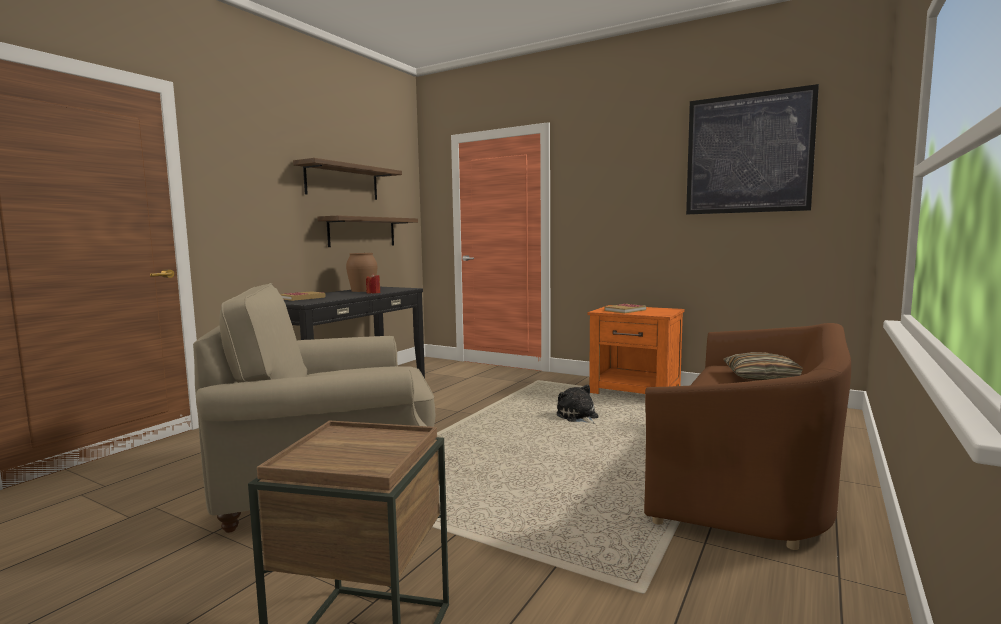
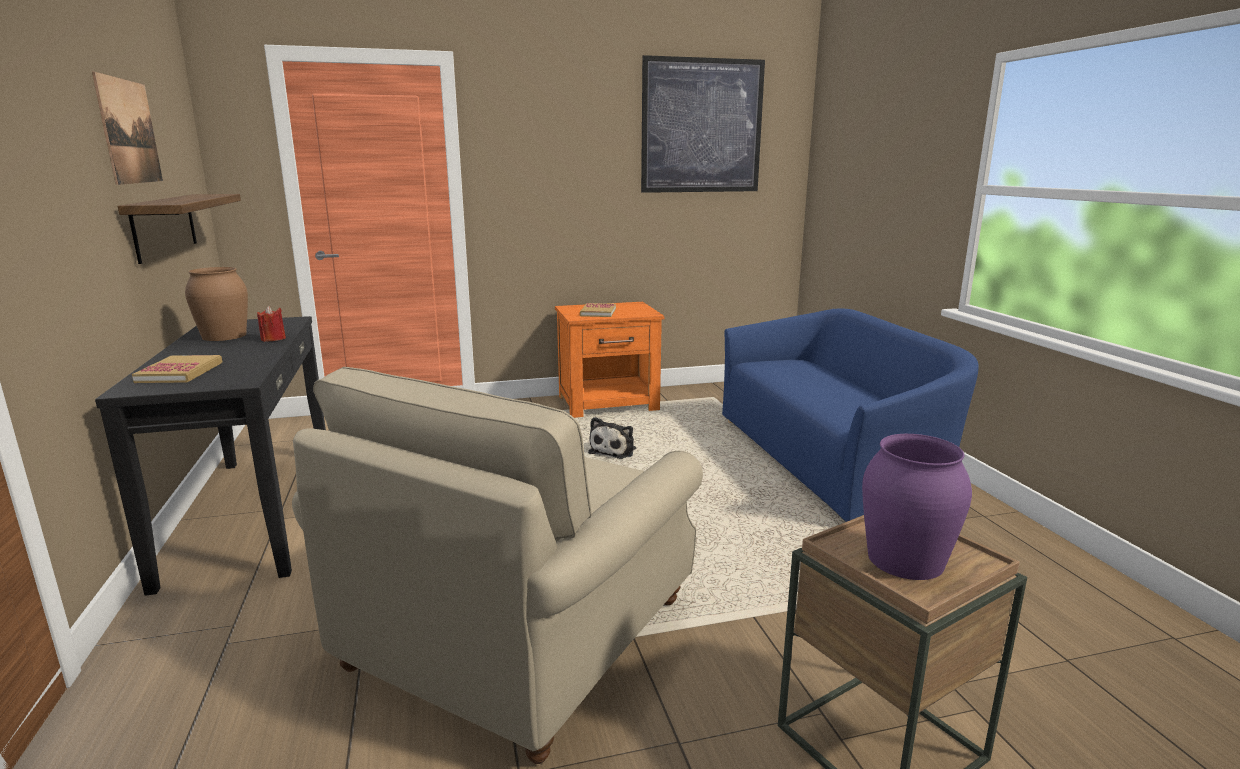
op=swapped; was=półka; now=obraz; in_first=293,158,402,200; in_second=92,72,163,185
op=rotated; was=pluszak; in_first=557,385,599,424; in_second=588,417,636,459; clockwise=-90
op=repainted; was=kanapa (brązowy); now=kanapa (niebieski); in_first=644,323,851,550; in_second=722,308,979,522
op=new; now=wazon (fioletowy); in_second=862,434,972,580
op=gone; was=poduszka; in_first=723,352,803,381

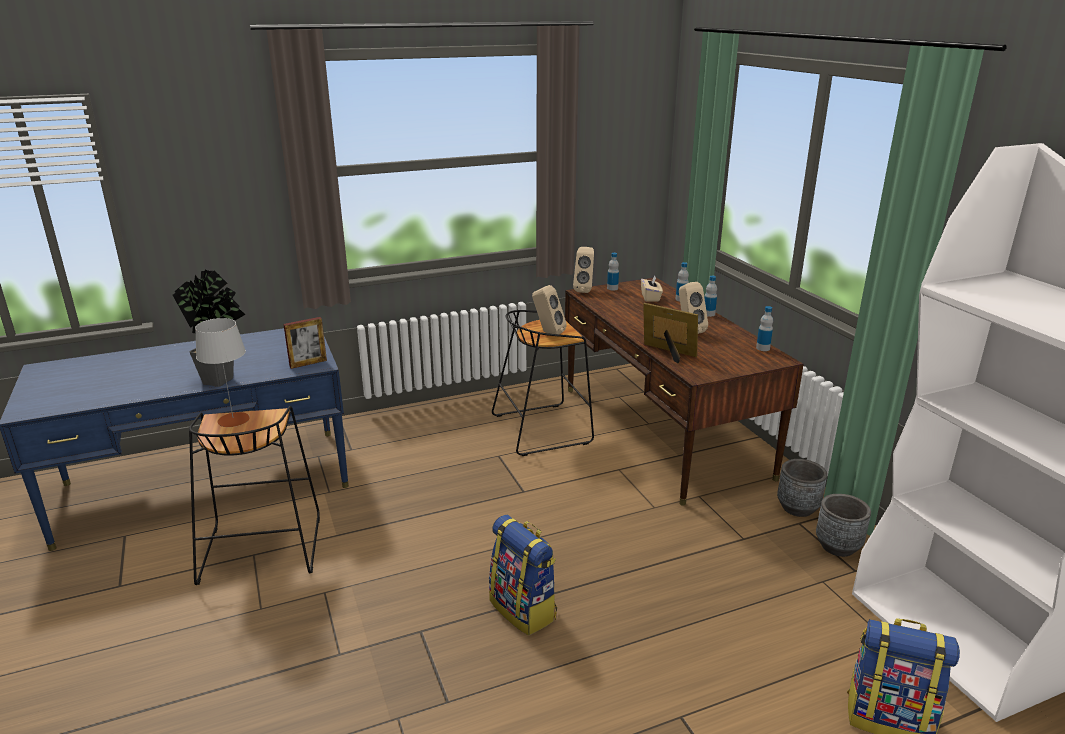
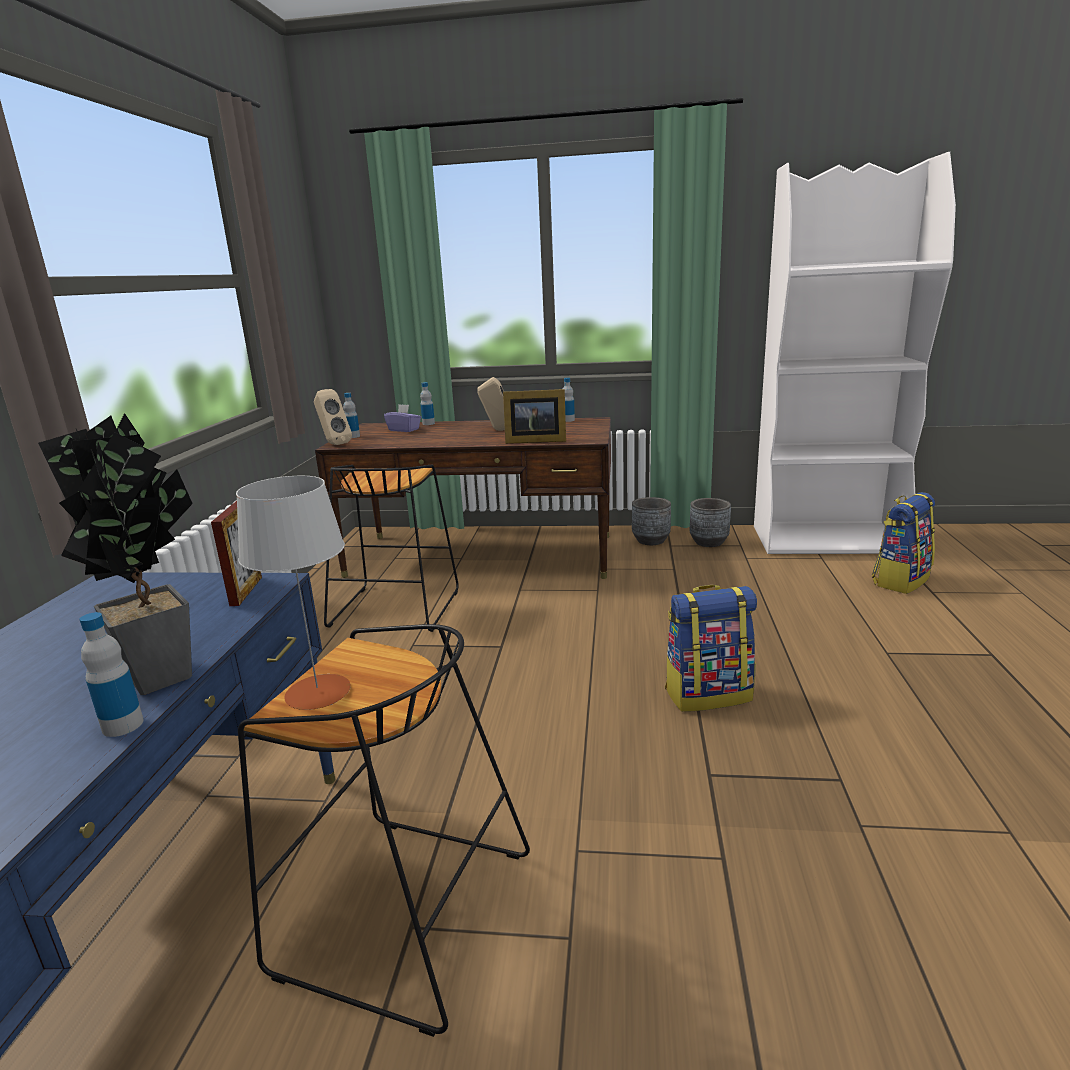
op=shifted; was=butelka; in_first=704,276,717,317; in_second=79,612,144,737
op=repainted; was=pudełko chusteczek (beżowy); now=pudełko chusteczek (fioletowy); in_first=641,275,663,302; in_second=384,404,421,432
op=rotated; was=ramka na zdjęcie; in_first=643,303,698,364; in_second=503,389,566,444; clockwise=-150
op=gone; was=głośnik (beżowy); in_first=532,285,567,335

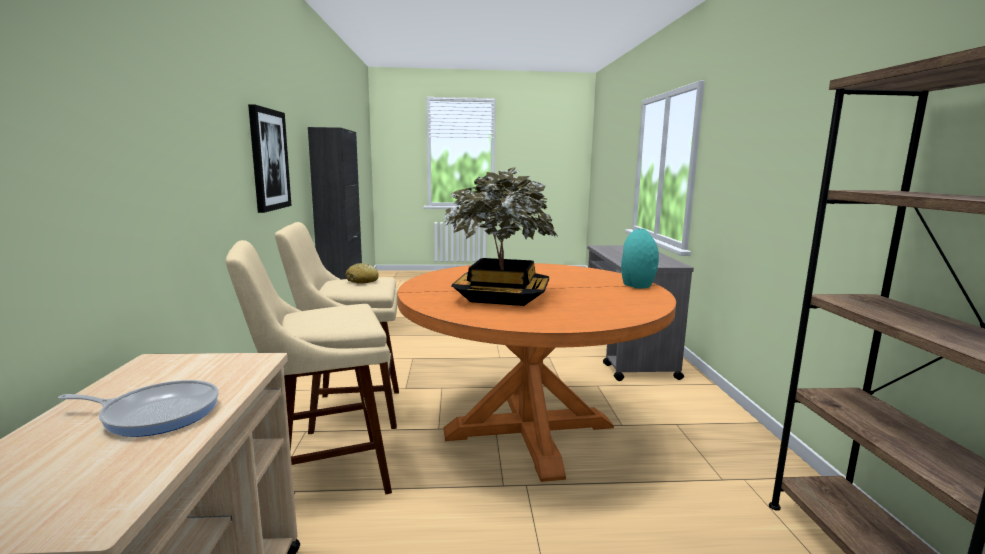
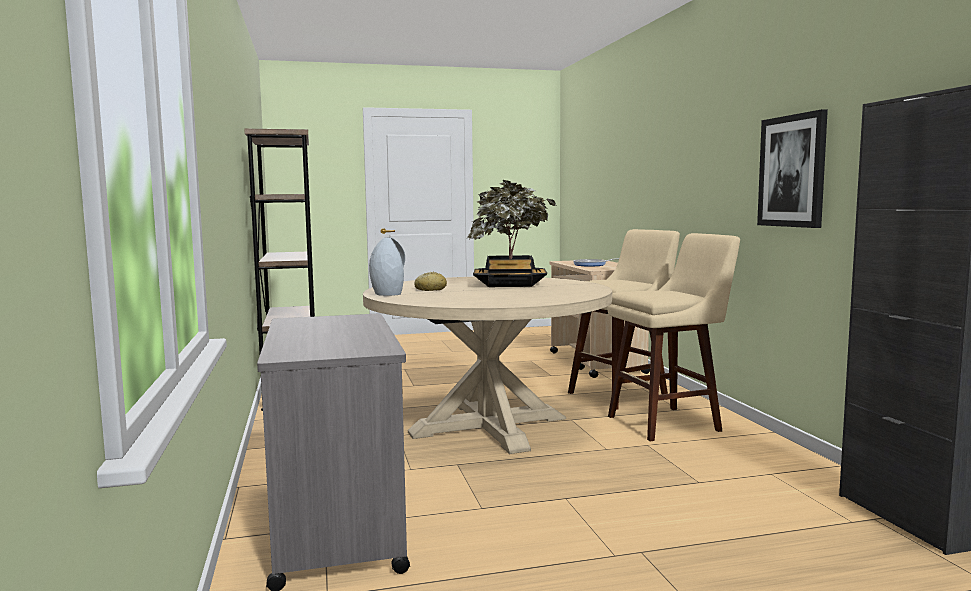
op=repainted; was=stół jadalny (pomarańczowy); now=stół jadalny (beżowy); in_first=397,263,676,482; in_second=363,277,612,454
op=repainted; was=wazon (turkusowy); now=wazon (szary); in_first=621,229,659,288; in_second=369,237,405,296
op=shifted; was=chleb; in_first=345,263,379,284; in_second=414,272,447,291

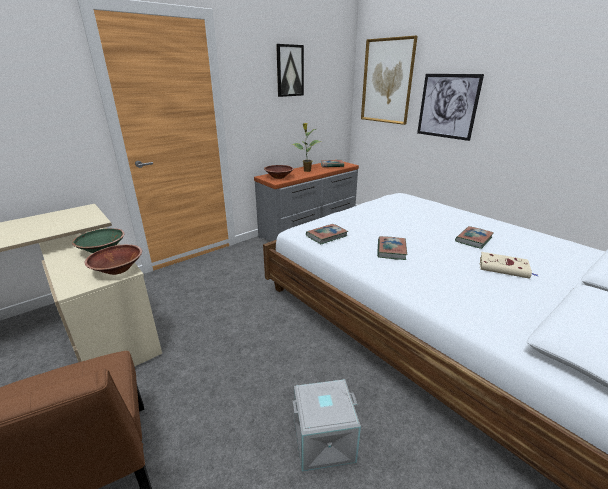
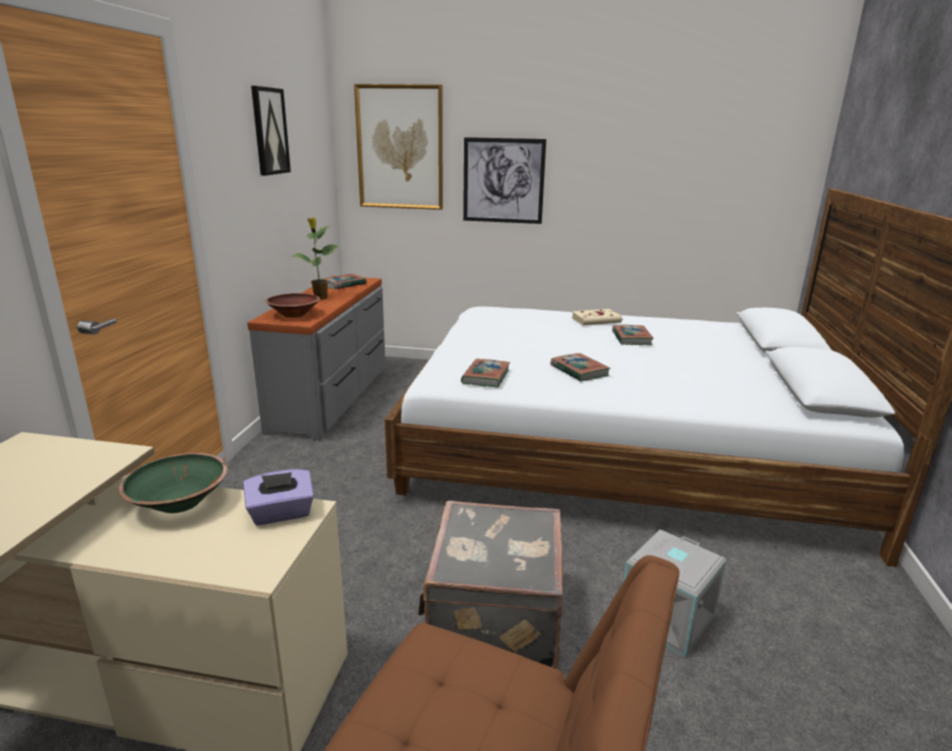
op=swapped; was=miska (brązowy); now=pudełko chusteczek (fioletowy); in_first=84,244,142,275; in_second=243,469,314,525
op=new; now=walizka (szary); in_second=418,501,563,669
op=shifted; was=książka (beżowy); in_first=480,252,538,279; in_second=572,309,623,325

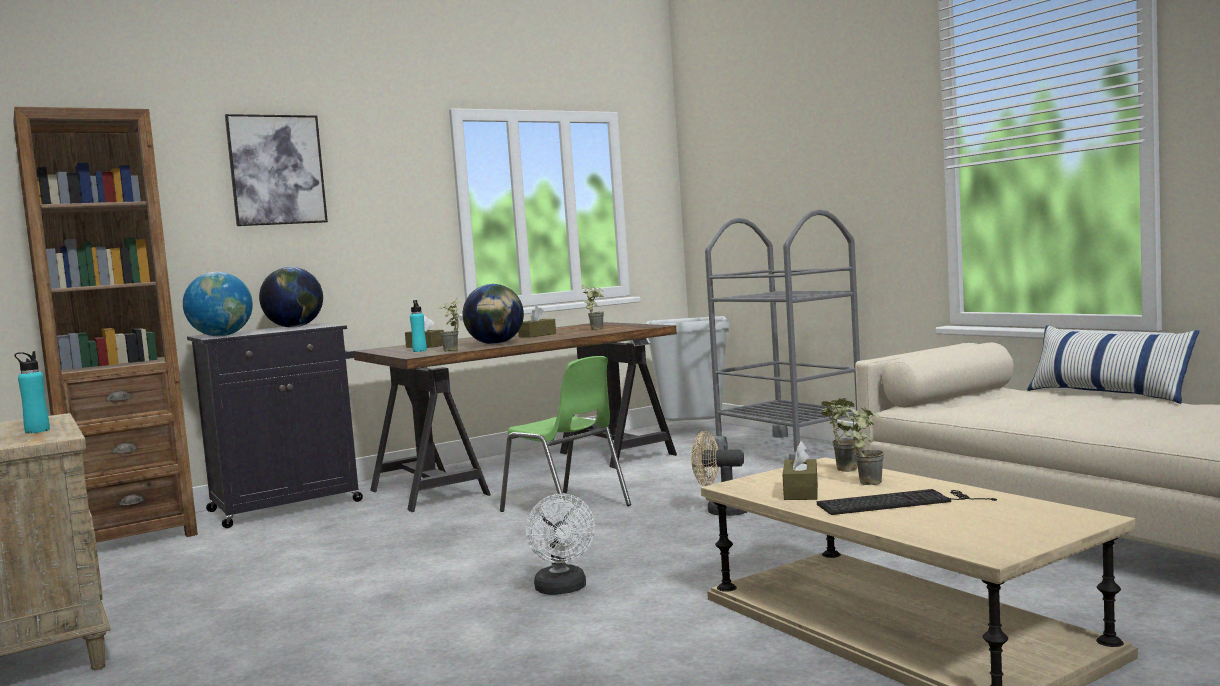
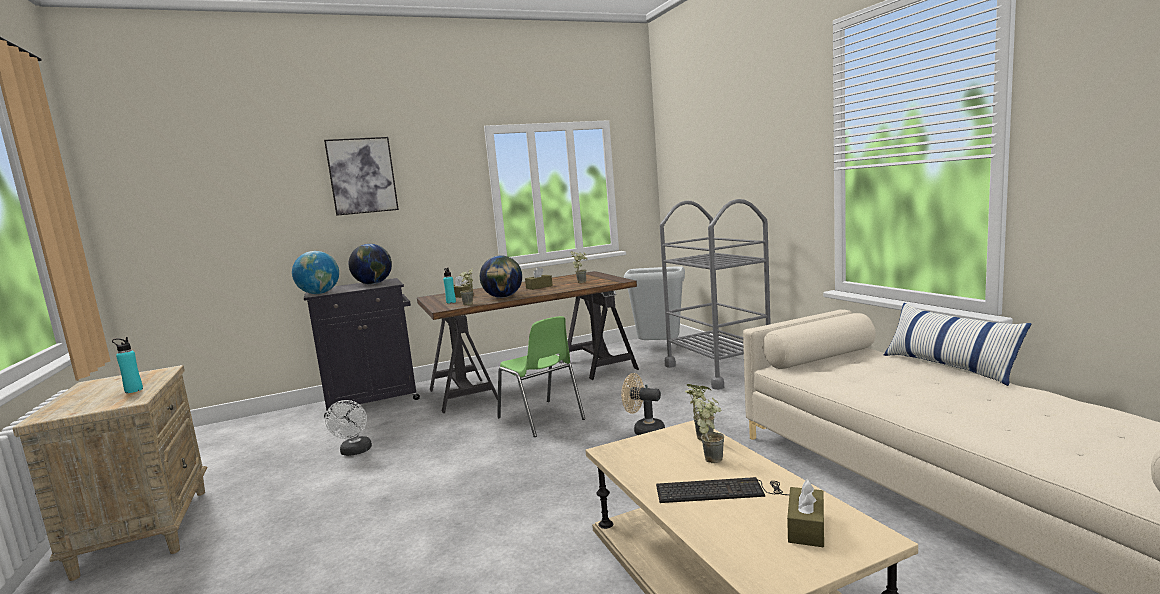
op=shifted; was=wentylator (biały); in_first=526,494,595,595; in_second=325,400,372,456
op=shifted; was=pudełko chusteczek (brązowy); in_first=782,441,818,500; in_second=787,479,824,547
op=gone; was=regał (brązowy); in_first=13,107,198,543

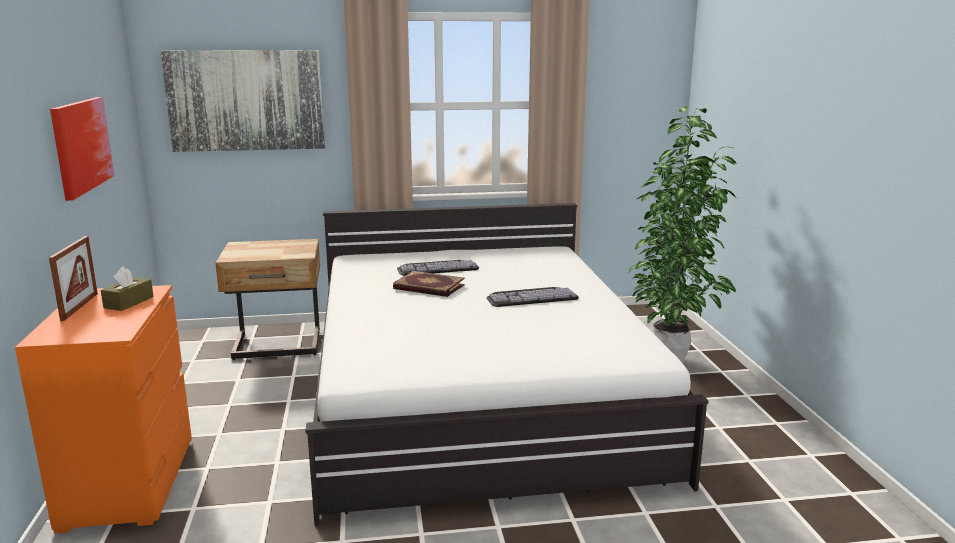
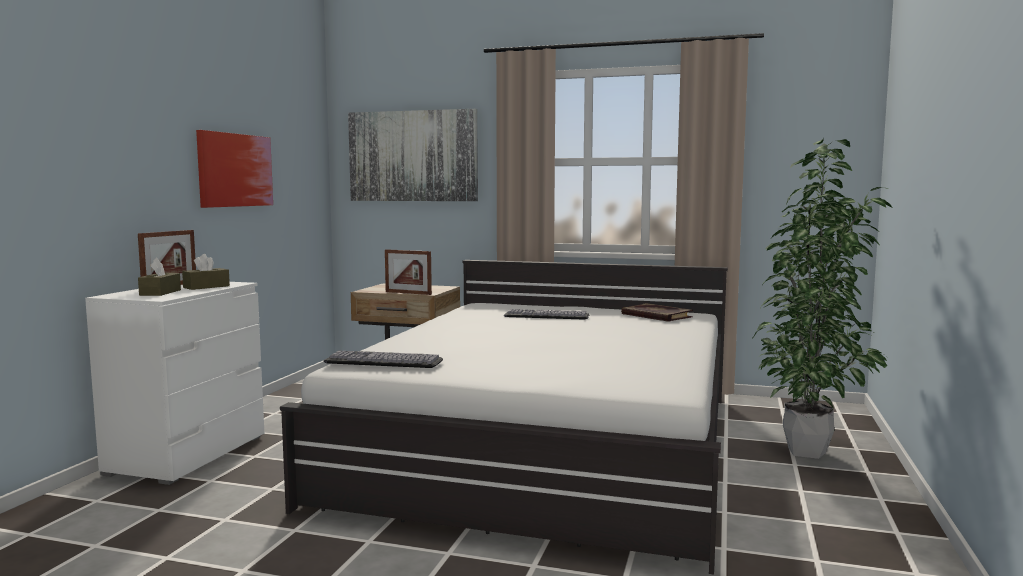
op=repainted; was=komoda (pomarańczowy); now=komoda (biały); in_first=15,285,192,534; in_second=85,282,264,485
op=new; now=pudełko chusteczek (brązowy); in_second=138,258,181,296
op=shifted; was=klawiatura; in_first=487,287,579,307; in_second=324,351,443,368
op=new; now=ramka na zdjęcie; in_second=385,249,432,295
op=shifted; was=książka; in_first=393,271,465,297; in_second=621,303,693,322

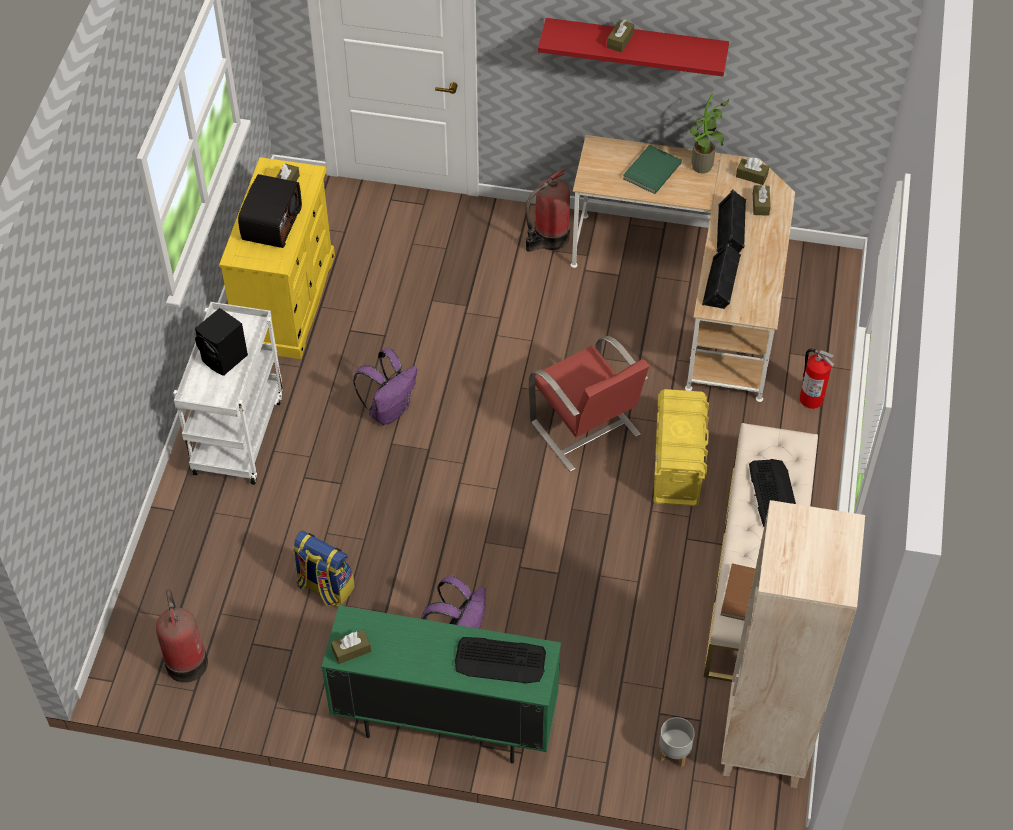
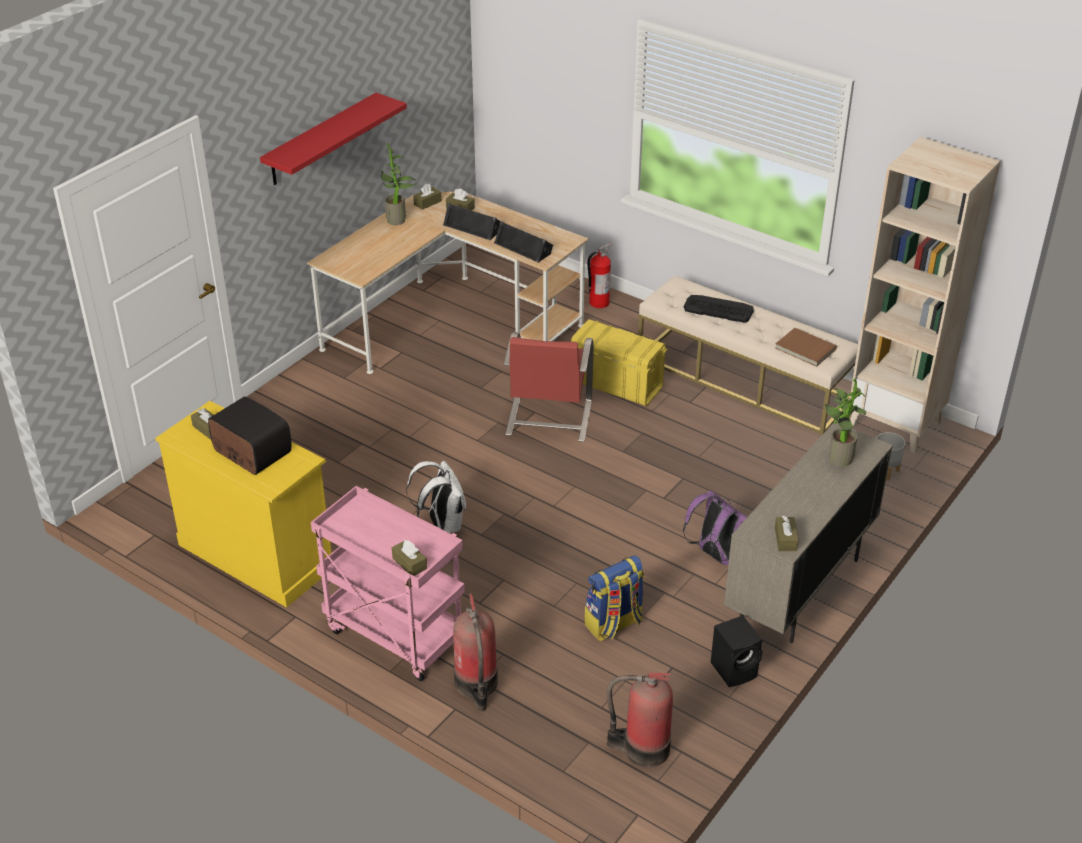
op=repainted; was=wózek (biały); now=wózek (różowy); in_first=173,302,283,485; in_second=311,486,465,681
op=shifted; was=pudełko chusteczek (brązowy); in_first=607,19,634,53; in_second=392,540,427,576
op=repainted; was=plecak (fioletowy); now=plecak (biały); in_first=353,348,417,425; in_second=406,461,466,533
op=shifted; was=gaśnica; in_first=525,168,570,252; in_second=453,594,498,711
op=rotated; was=krzesło (czerwony); in_first=529,336,649,472; in_second=503,332,594,442; clockwise=105
op=shifted; was=głośnik (czarny); in_first=195,308,248,376; in_second=711,615,762,687
op=repainted; was=szafka (zielony); now=szafka (beżowy); in_first=321,605,561,764; in_second=724,422,893,643
op=swapped; was=klawiatura; now=roślina doniczkowa; in_first=454,637,546,683; in_second=824,379,866,467
op=gone; was=książka (zielony); in_first=623,145,682,194

